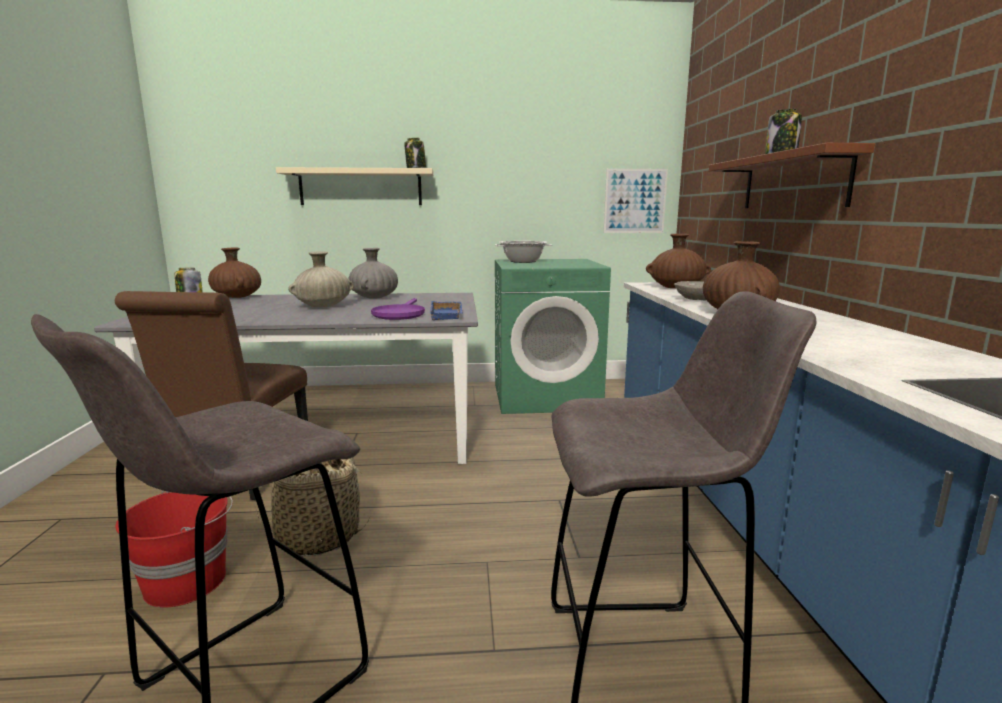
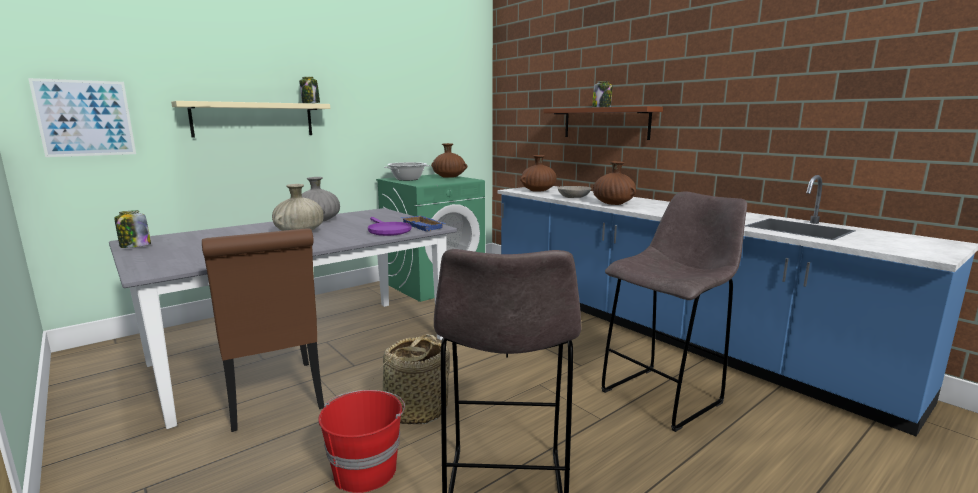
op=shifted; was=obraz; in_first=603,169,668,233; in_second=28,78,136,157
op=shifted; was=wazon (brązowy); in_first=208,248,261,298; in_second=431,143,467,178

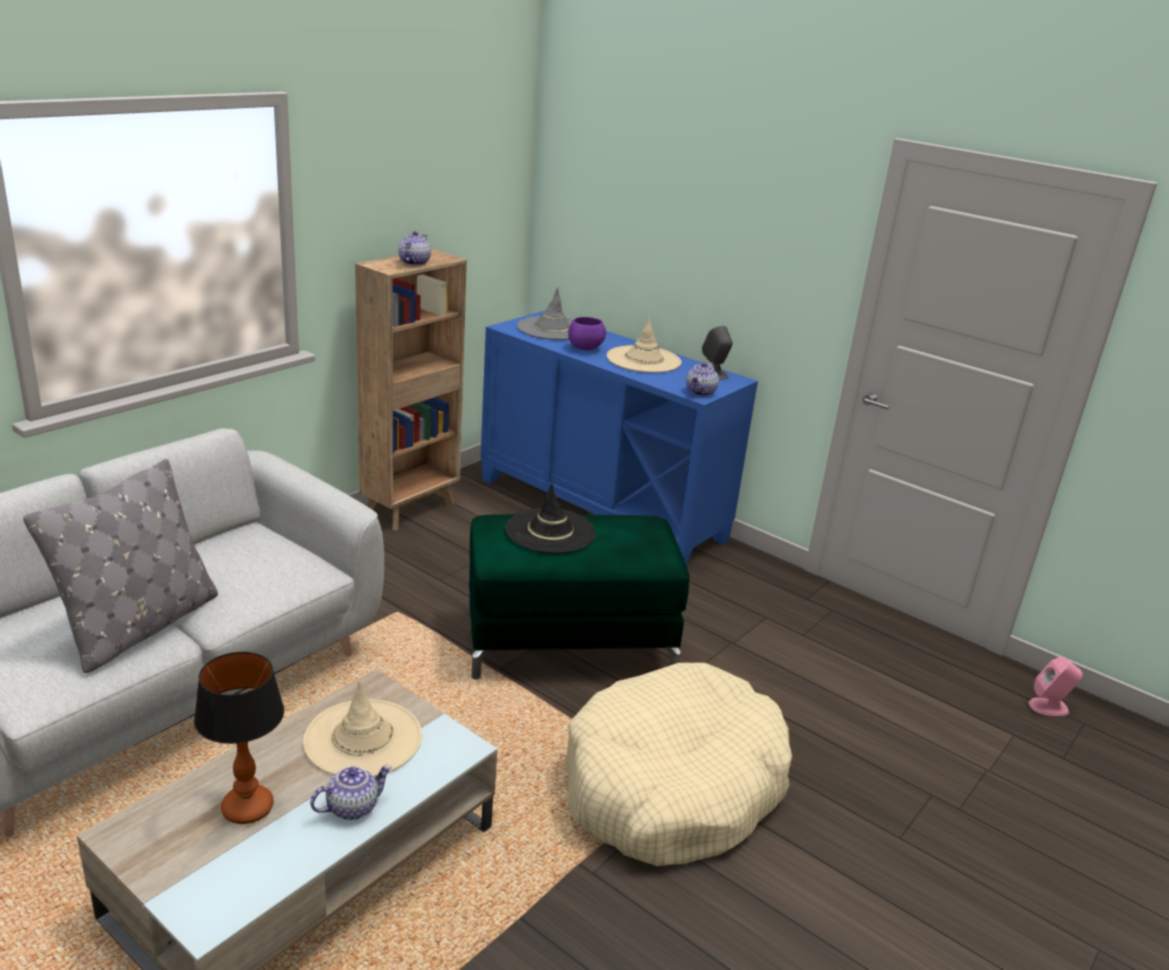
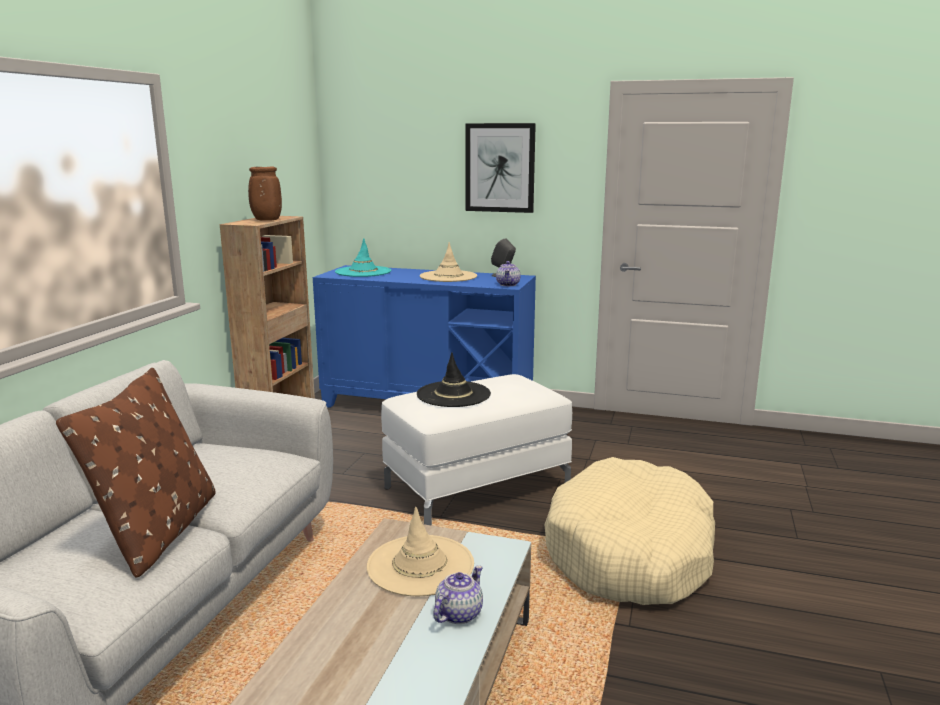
op=repainted; was=poduszka (szary); now=poduszka (brązowy); in_first=23,459,218,673; in_second=56,368,215,578
op=swapped; was=imbryk; now=wazon (brązowy); in_first=398,231,431,266; in_second=248,166,282,221
op=repainted; was=kapelusz (szary); now=kapelusz (turkusowy); in_first=517,287,573,340; in_second=335,238,391,277
op=repainted; was=pufa (zielony); now=pufa (biały); in_first=469,514,689,679; in_second=381,374,572,526
op=new; now=obraz; in_second=465,123,536,213
op=gone; was=lampa stołowa; in_first=194,652,284,824
op=gone; was=miska (fioletowy); in_first=568,317,606,350
op=gone; was=głośnik (różowy); in_first=1029,657,1083,716

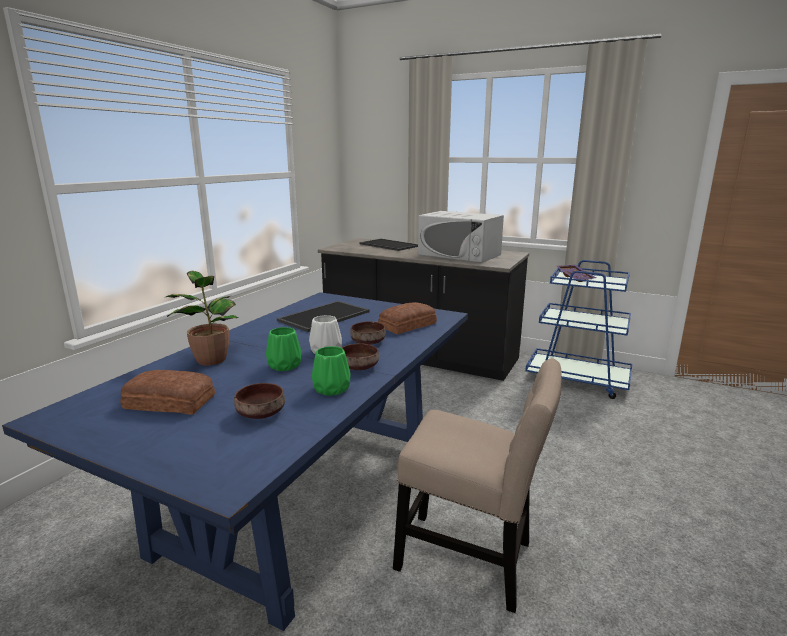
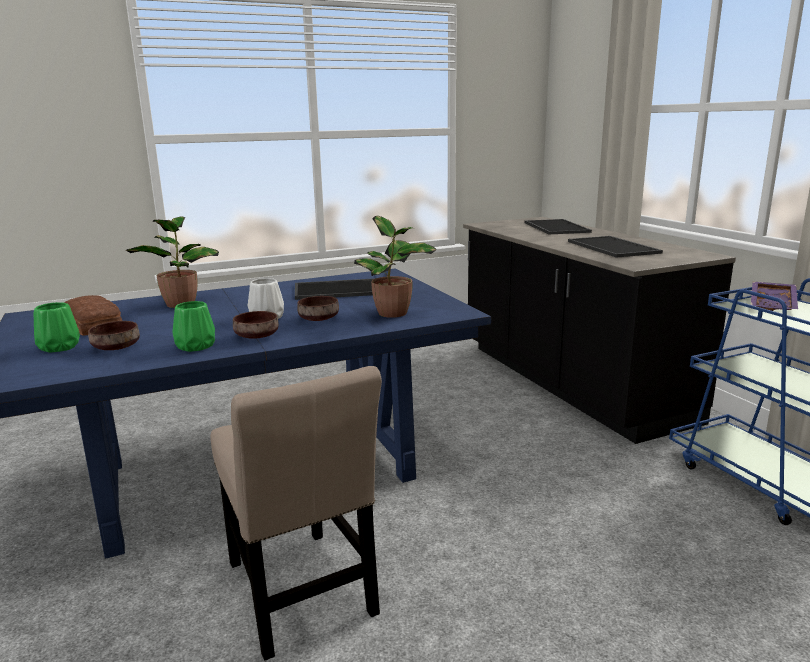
op=shifted; was=wazon (zielony); in_first=266,327,302,371; in_second=34,302,80,353
op=swapped; was=chleb; now=roślina doniczkowa; in_first=378,302,437,334; in_second=354,216,436,318
op=swapped; was=mikrofalówka (biały); now=taca; in_first=418,211,504,263; in_second=568,236,663,258

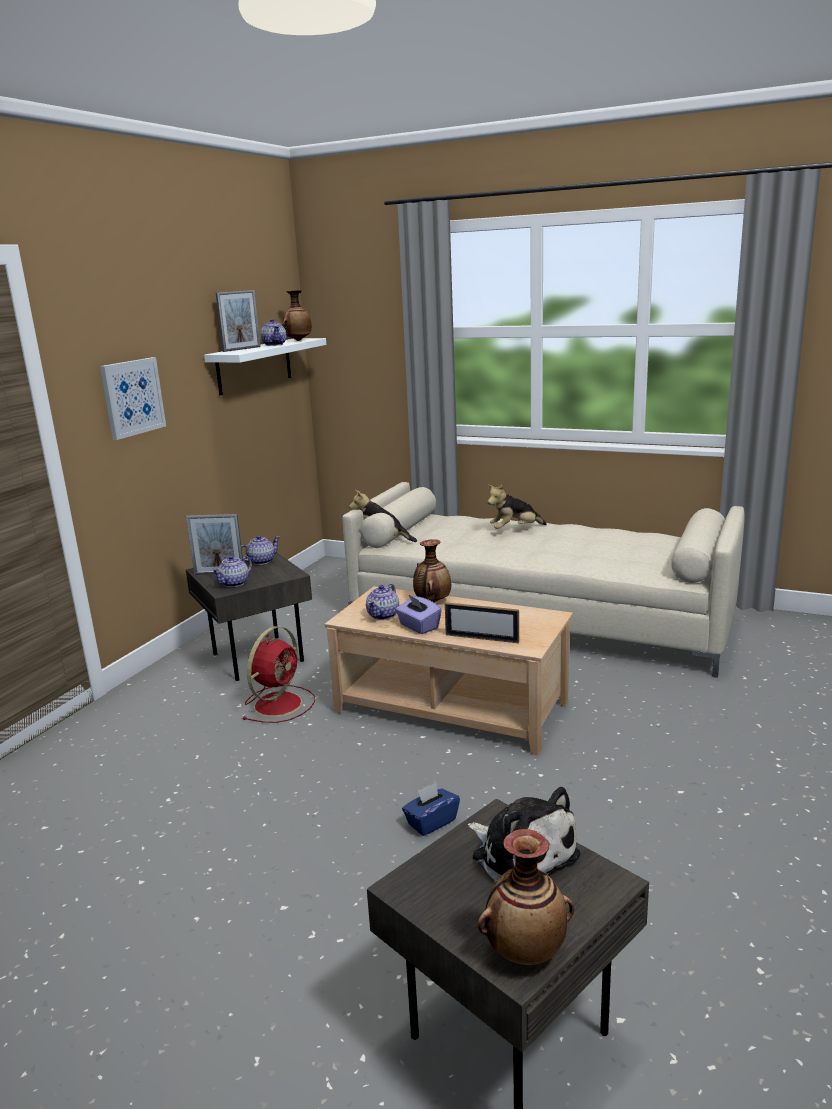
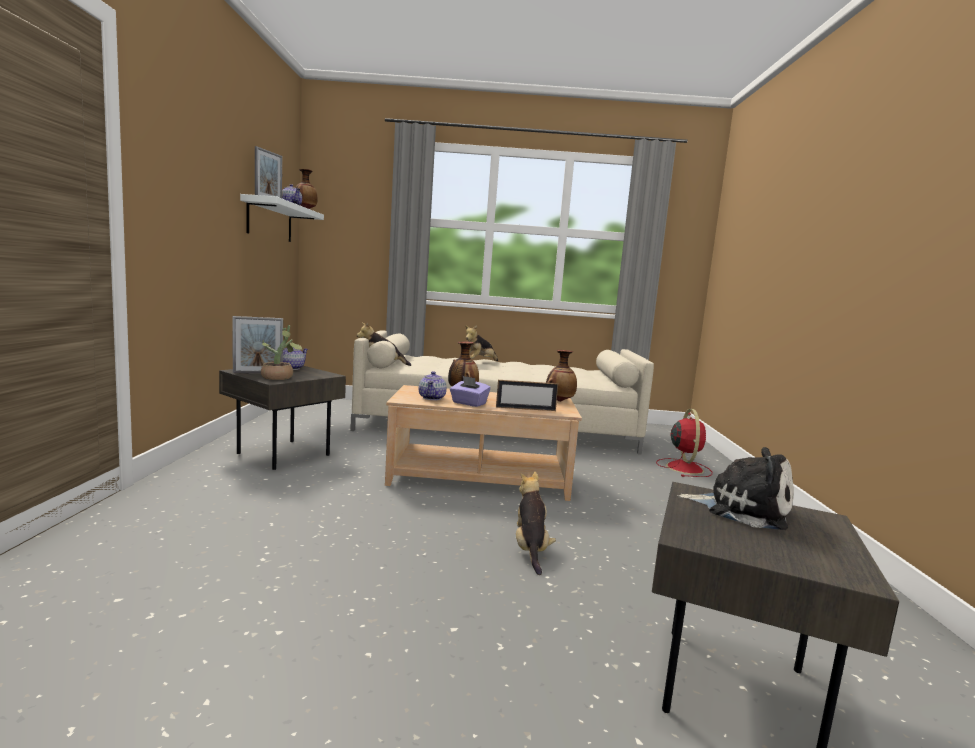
op=swapped; was=imbryk; now=roślina doniczkowa; in_first=211,555,252,587; in_second=261,325,303,380
op=swapped; was=pudełko chusteczek (niebieski); now=pluszak; in_first=402,782,460,836; in_second=516,472,556,575
op=shifted; was=wazon; in_first=478,829,574,965; in_second=546,350,577,402
op=shifted; was=wentylator (czerwony); in_first=242,626,315,723; in_second=656,409,712,477
op=gone; was=obraz; in_first=100,357,166,440

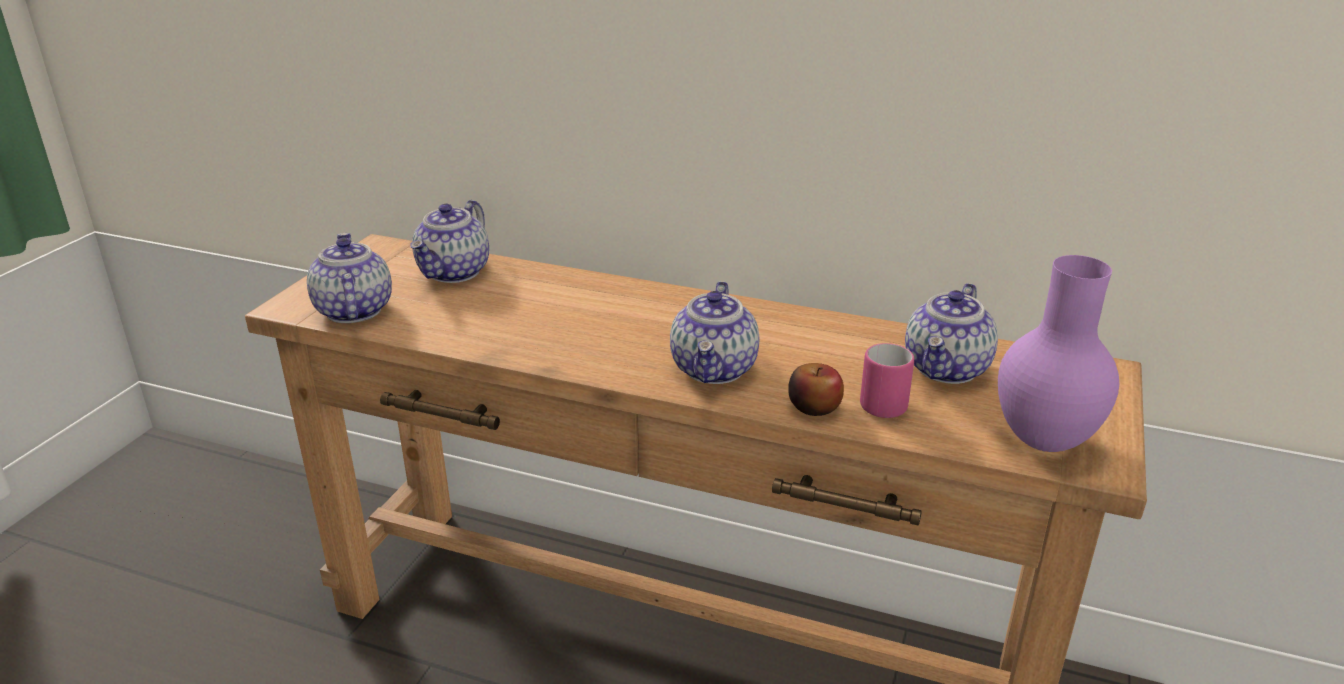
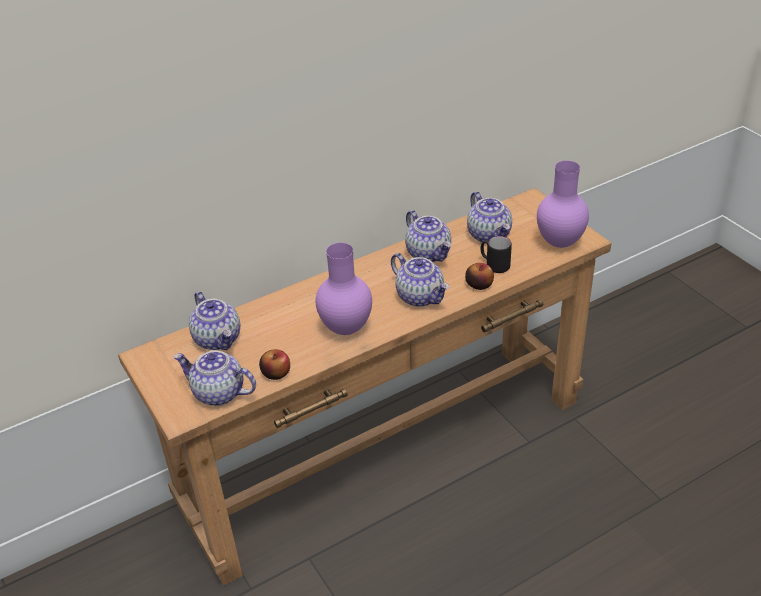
op=new; now=jabłko; in_second=259,349,290,380
op=new; now=wazon (fioletowy); in_second=316,243,372,335
op=new; now=imbryk; in_second=405,210,451,262
op=repainted; was=kubek (różowy); now=kubek (czarny); in_first=860,343,914,418; in_second=480,236,512,273

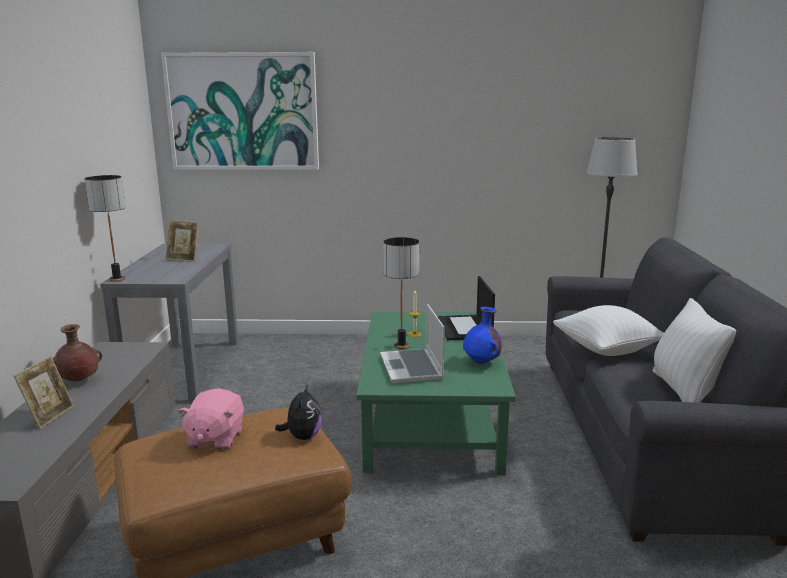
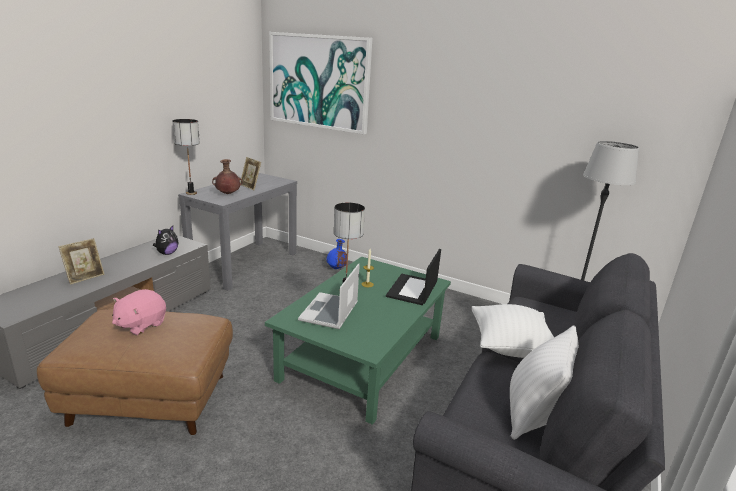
op=shifted; was=pluszak; in_first=275,384,322,440; in_second=153,226,178,255
op=shifted; was=wazon (brązowy); in_first=53,324,102,381; in_second=212,159,243,194
op=shifted; was=wazon (niebieski); in_first=463,307,502,364; in_second=327,239,347,269

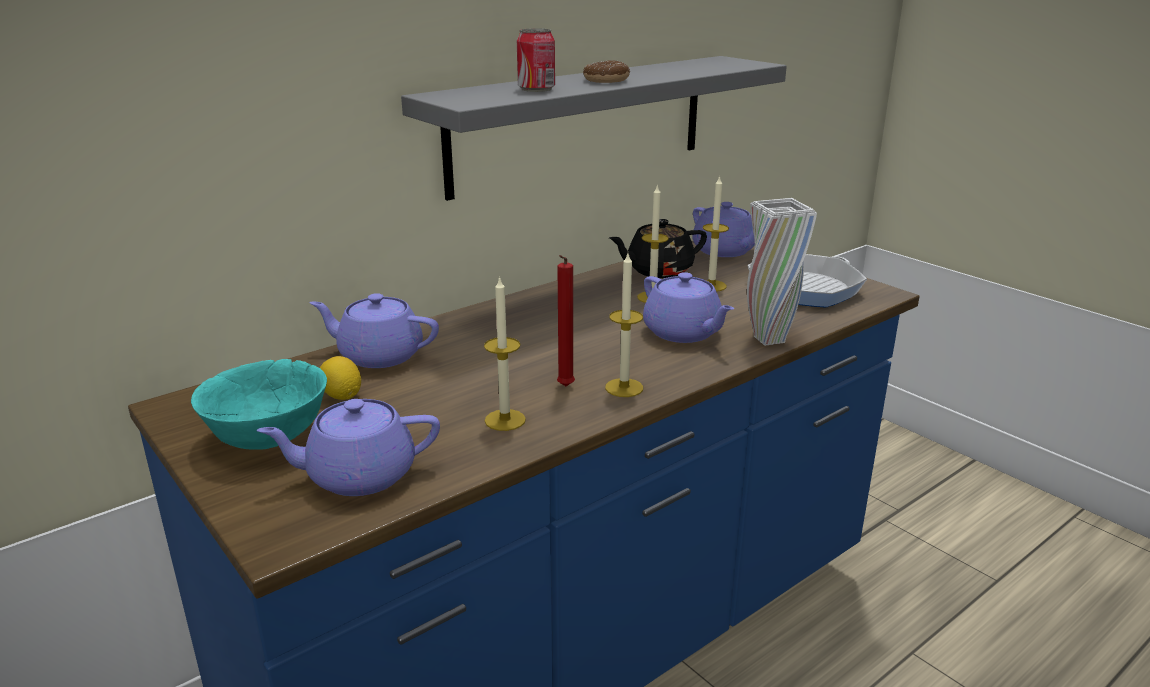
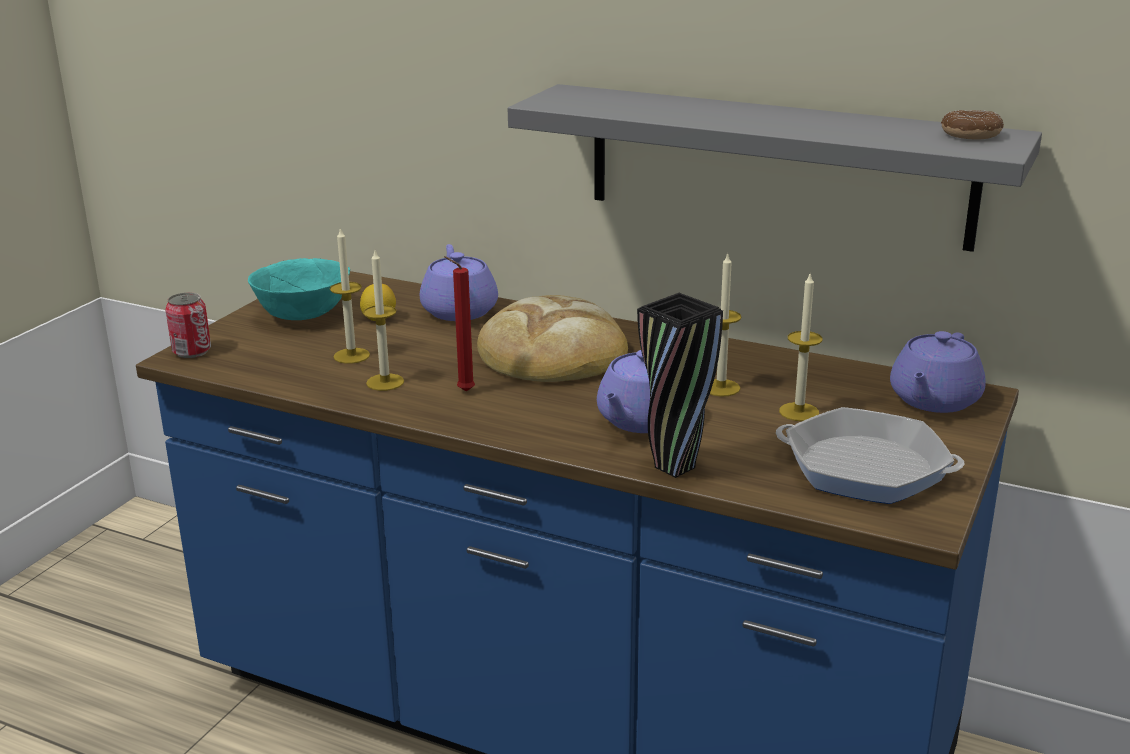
op=shifted; was=puszka; in_first=517,28,555,92; in_second=165,292,211,358
op=shifted; was=świeca; in_first=605,253,643,397; in_second=330,227,370,364
op=new; now=chleb; in_second=477,295,628,382
op=repainted; was=wazon (biały); now=wazon (czarny); in_first=747,198,817,346; in_second=637,293,723,478
op=shifted; was=donut; in_first=583,60,630,83; in_second=941,110,1004,140
op=gone; was=imbryk (fioletowy); in_first=257,399,440,496
op=gone; was=imbryk (czarny); in_first=609,219,707,278

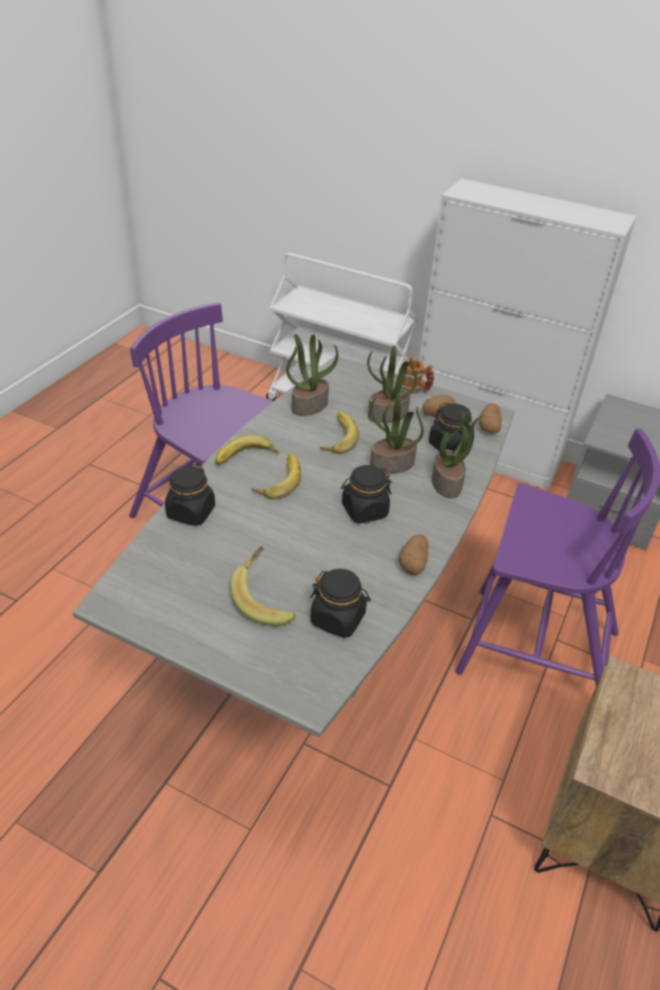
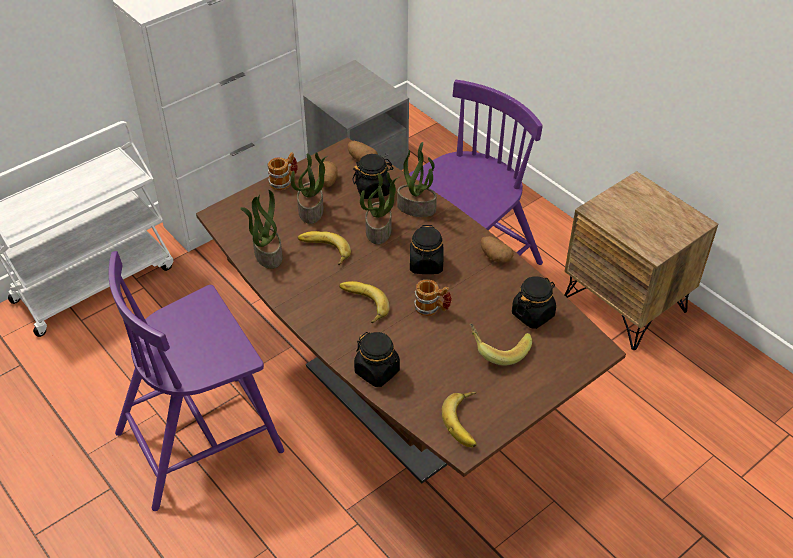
op=repainted; was=stół jadalny (szary); now=stół jadalny (brązowy); in_first=73,356,515,737; in_second=196,138,626,483
op=new; now=kubek; in_second=414,280,452,316
op=shifted; was=banan; in_first=215,435,279,465; in_second=442,392,476,447

